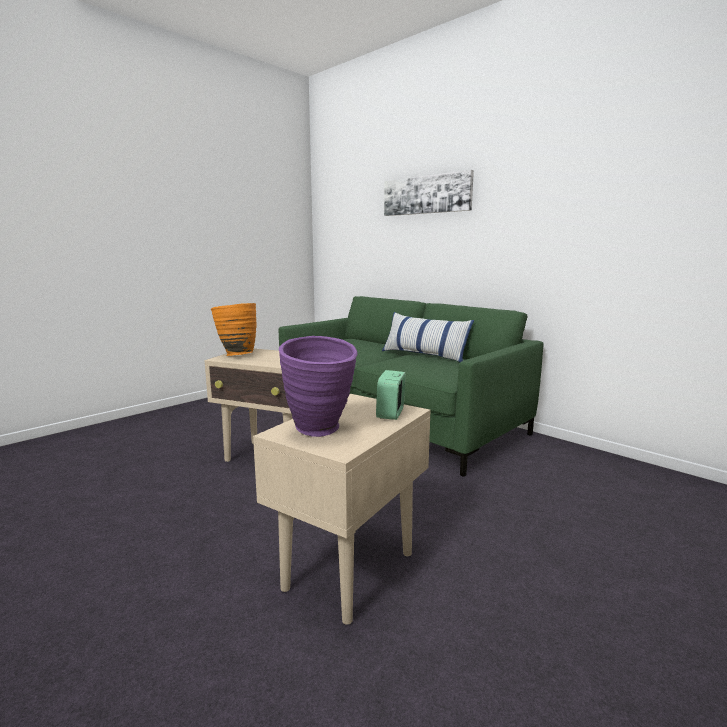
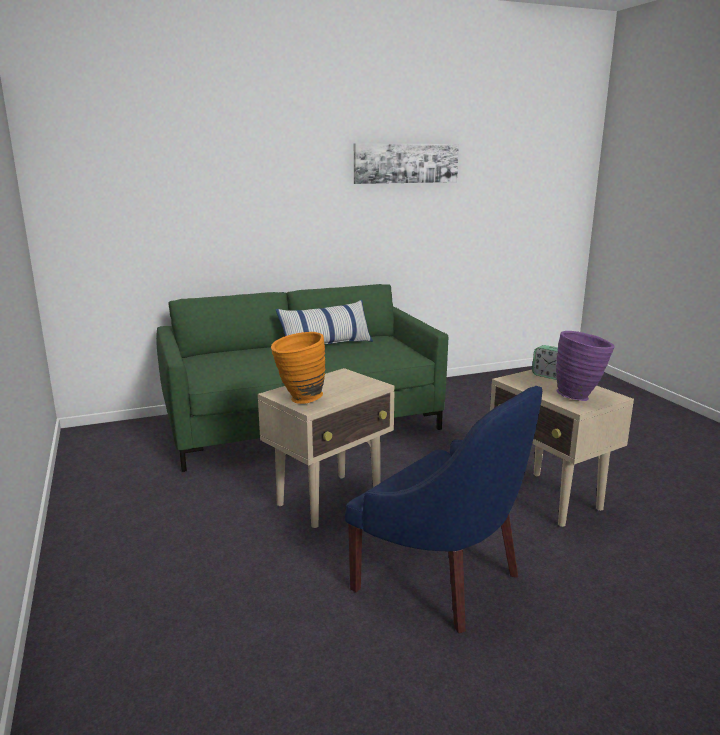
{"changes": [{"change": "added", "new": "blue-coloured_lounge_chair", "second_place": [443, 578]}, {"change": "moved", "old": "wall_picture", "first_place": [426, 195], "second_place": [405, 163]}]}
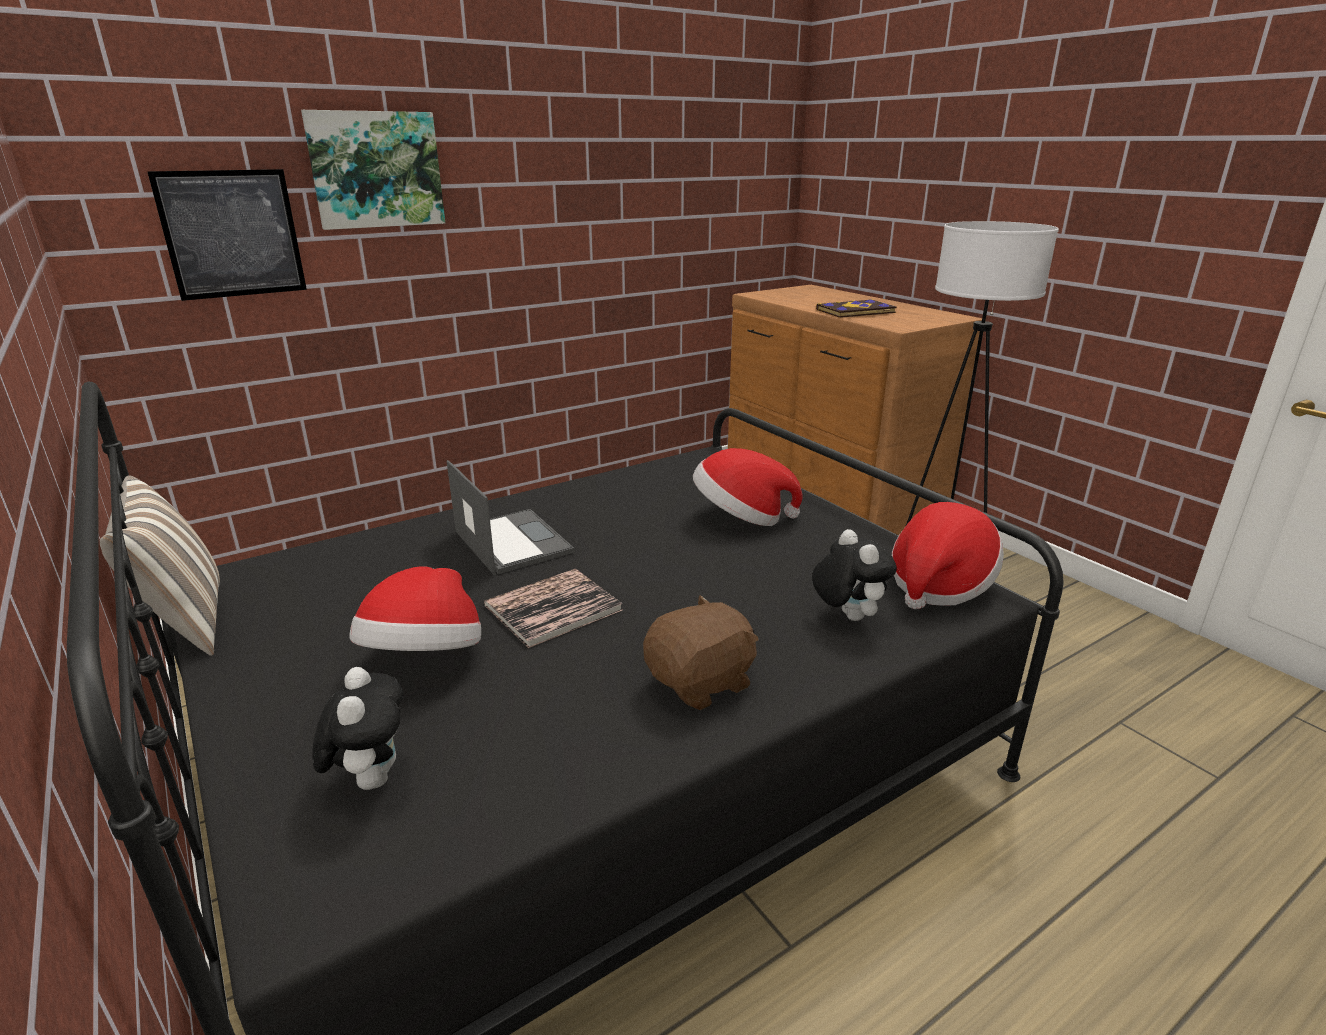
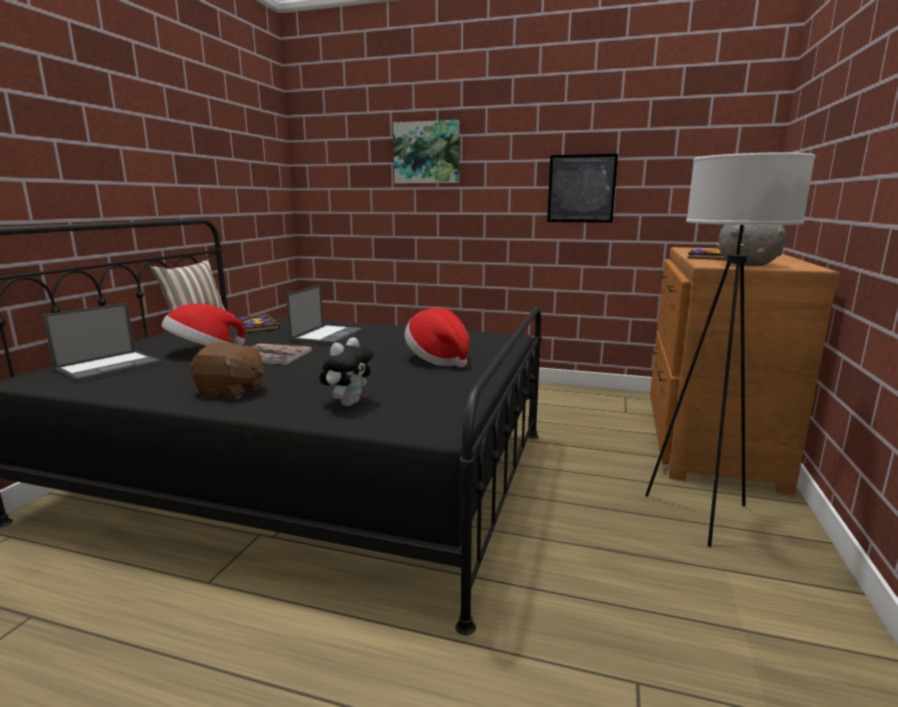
{"changes": [{"change": "removed", "old": "clothing_hat", "first_place": [938, 584]}, {"change": "added", "new": "bound_book", "second_place": [256, 326]}, {"change": "added", "new": "grey_deep_dish", "second_place": [748, 265]}, {"change": "moved", "old": "wall_picture", "first_place": [232, 234], "second_place": [581, 188]}, {"change": "replaced", "old": "plush_toy", "new": "portable_computer", "first_place": [370, 778], "second_place": [109, 366]}]}
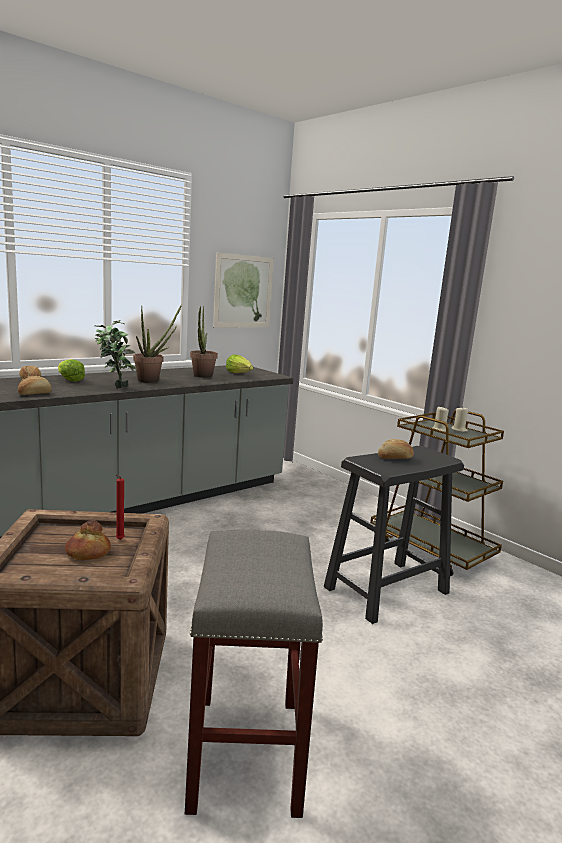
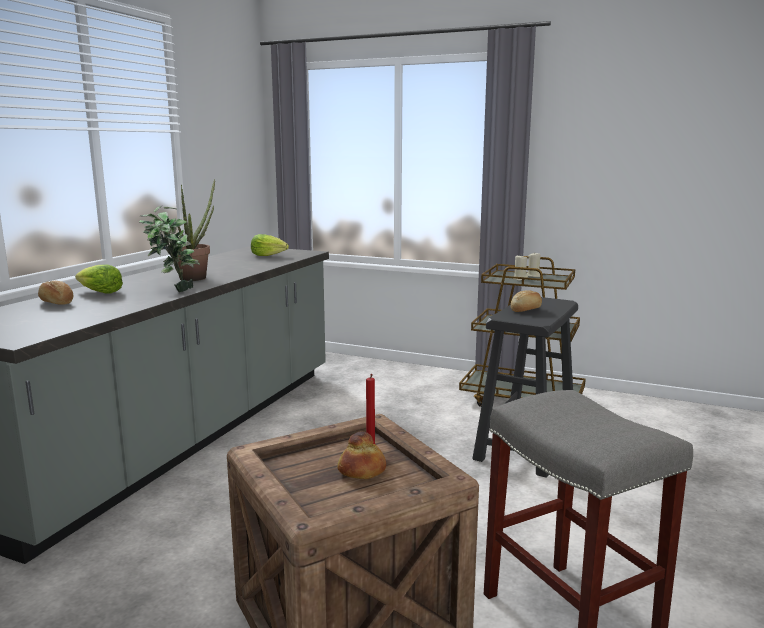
{"changes": [{"change": "removed", "old": "bread", "first_place": [34, 394]}, {"change": "removed", "old": "houseplant", "first_place": [202, 376]}, {"change": "removed", "old": "wall_picture", "first_place": [243, 291]}]}
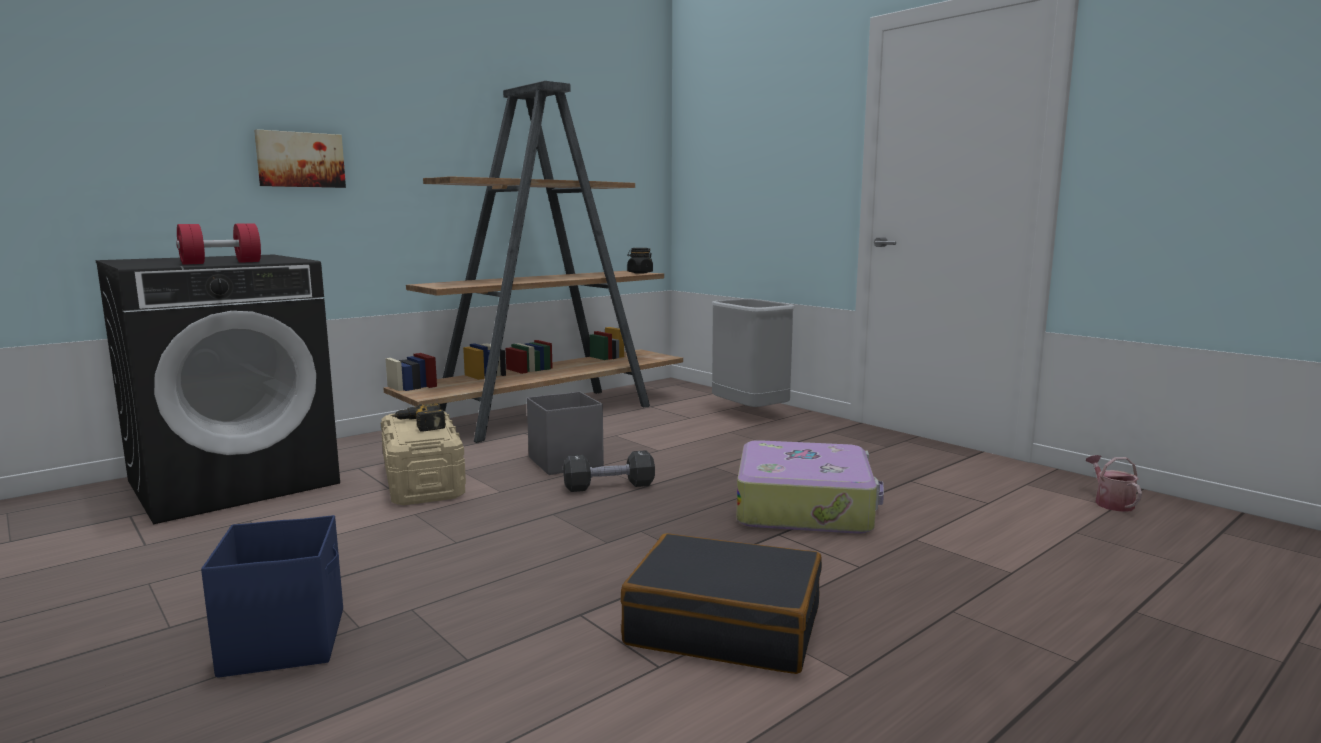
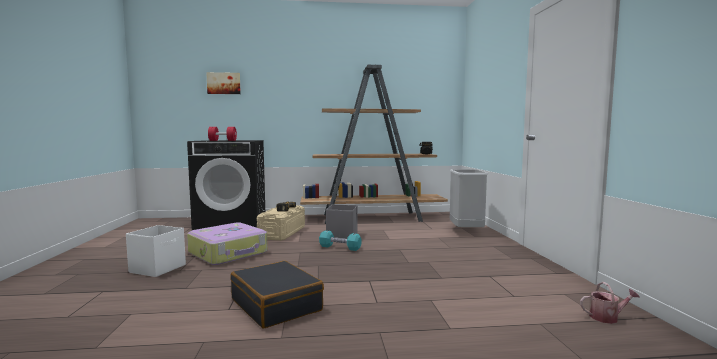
{"changes": [{"change": "moved", "old": "wall_picture", "first_place": [300, 160], "second_place": [224, 83]}, {"change": "moved", "old": "suitcase", "first_place": [805, 506], "second_place": [229, 253]}, {"change": "recoloured", "old": "blue-coloured_storage_container", "new": "whitish_storage_container", "first_place": [285, 641], "second_place": [158, 268]}, {"change": "recoloured", "old": "black-coloured_hand_weight", "new": "blue-green_hand_weight", "first_place": [609, 486], "second_place": [340, 248]}, {"change": "turned", "old": "sprinkling_can", "first_place": [1111, 503], "second_place": [607, 317], "degrees": 60}]}
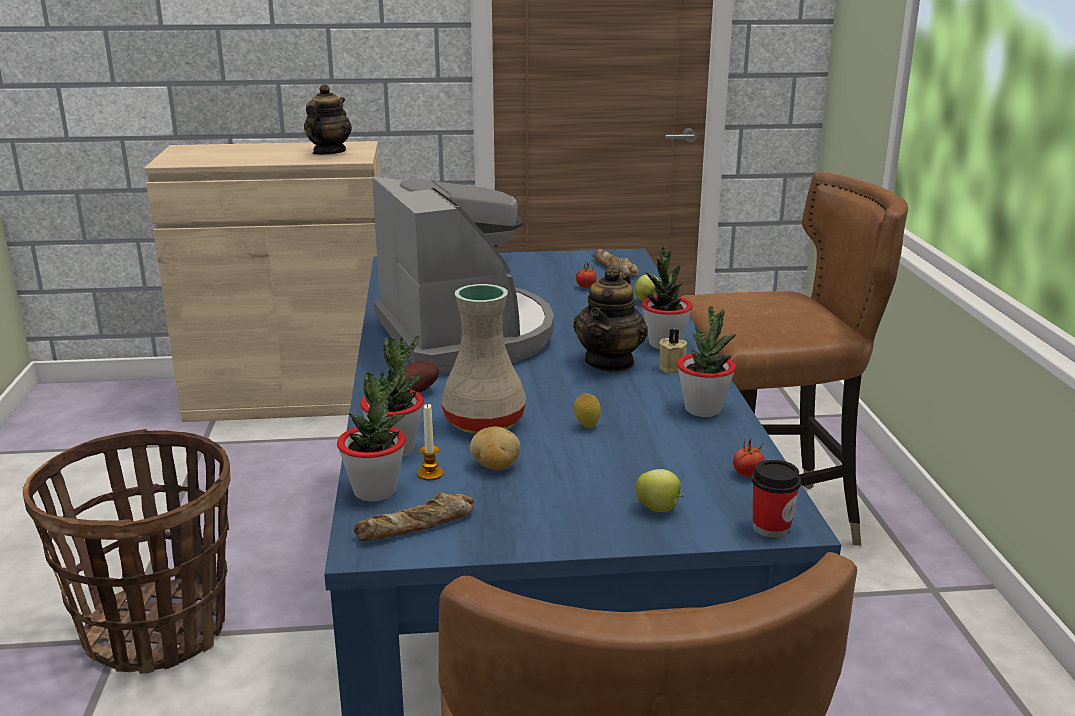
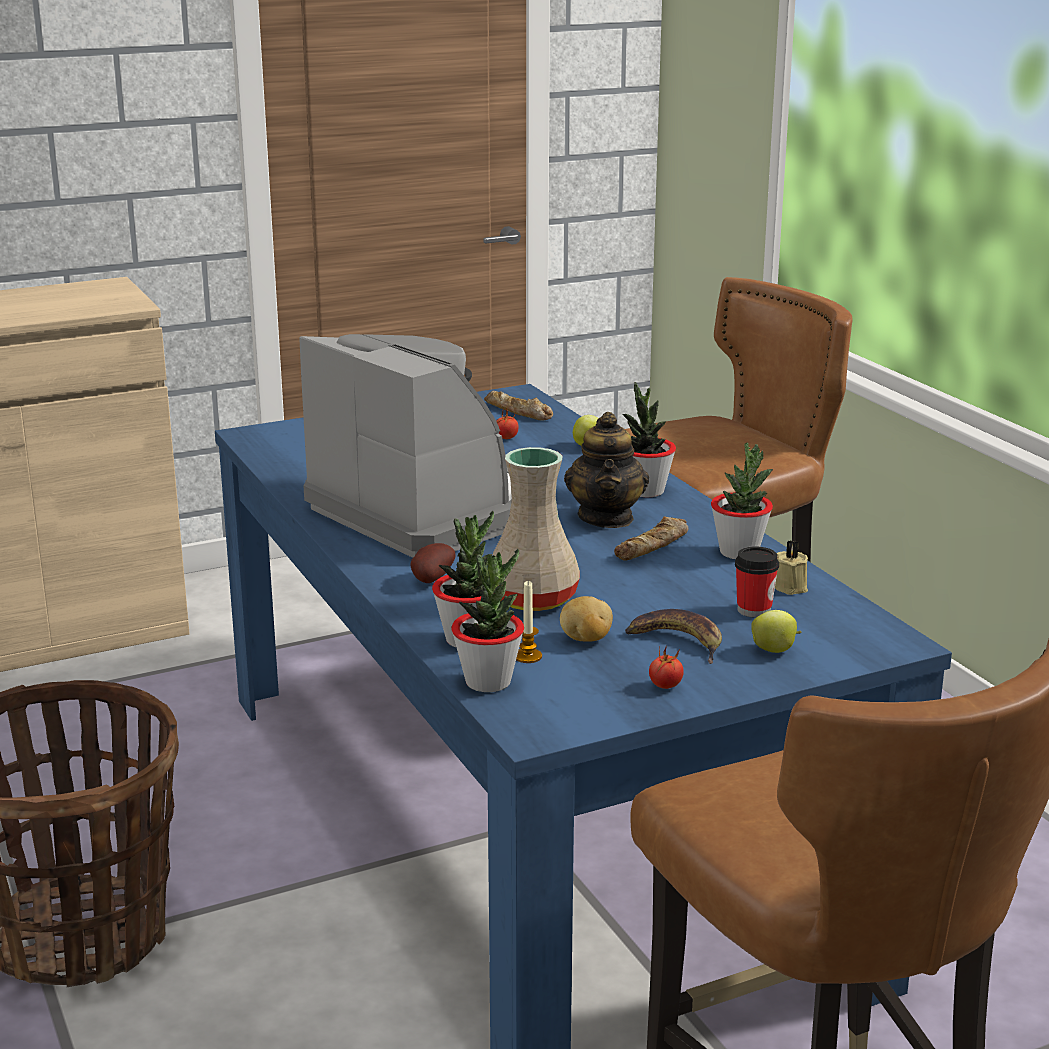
{"changes": [{"change": "removed", "old": "tea_pot", "first_place": [328, 152]}, {"change": "removed", "old": "lemon", "first_place": [587, 426]}, {"change": "added", "new": "banana_fruit", "second_place": [678, 641]}, {"change": "moved", "old": "bread", "first_place": [417, 526], "second_place": [653, 546]}, {"change": "moved", "old": "beige_wax_light", "first_place": [673, 367], "second_place": [790, 586]}, {"change": "moved", "old": "whole_tomato", "first_place": [747, 474], "second_place": [665, 686]}, {"change": "moved", "old": "drinking_cup", "first_place": [771, 528], "second_place": [754, 610]}]}
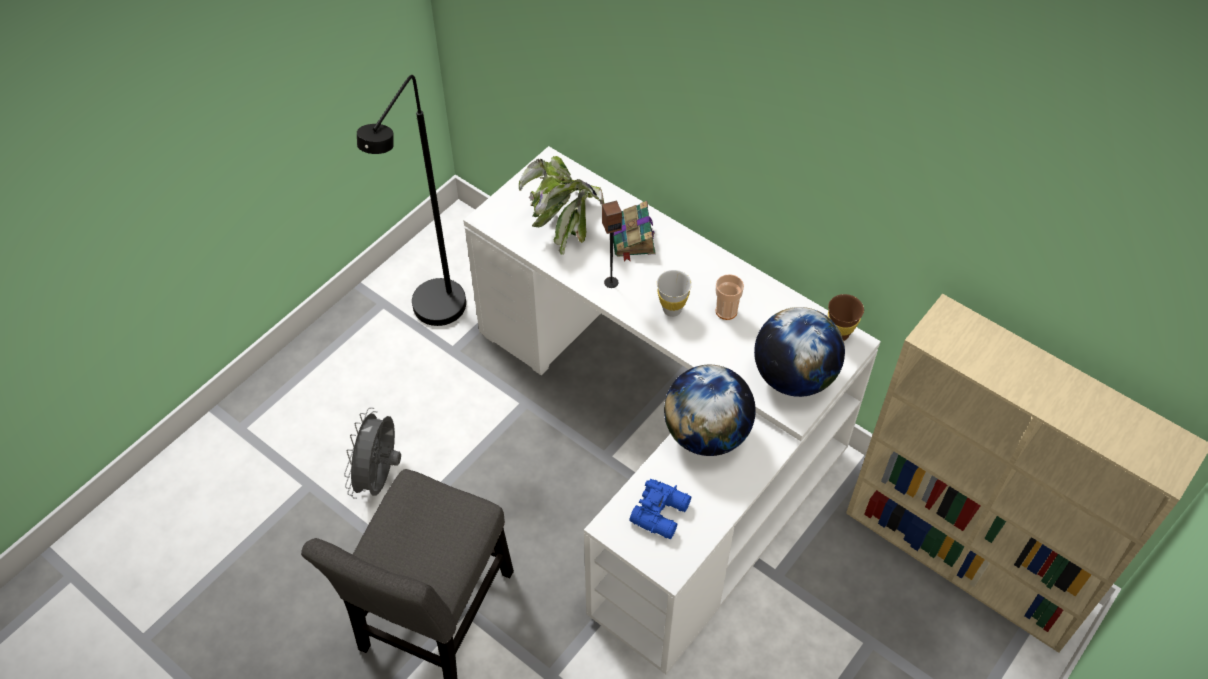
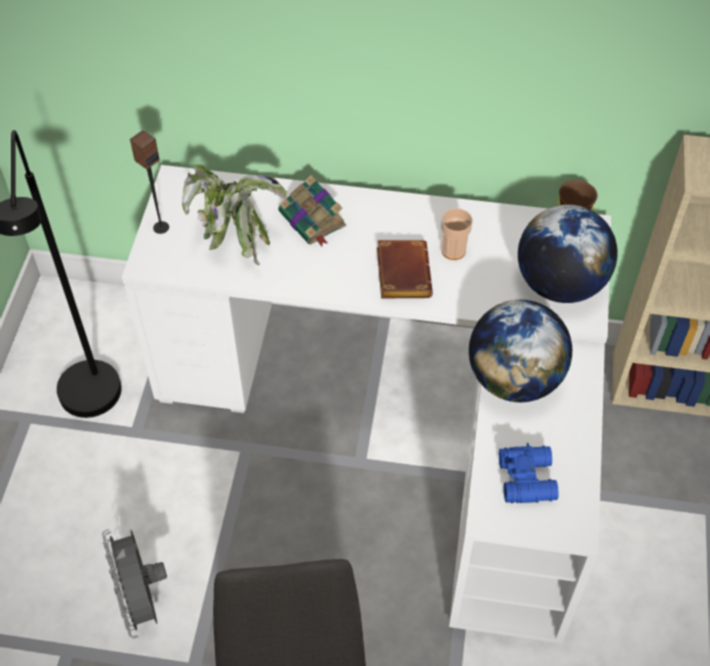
{"changes": [{"change": "moved", "old": "audio_speaker", "first_place": [611, 282], "second_place": [161, 227]}, {"change": "replaced", "old": "whitish_drinking_cup", "new": "brown-coloured_bound_book", "first_place": [672, 309], "second_place": [401, 272]}]}
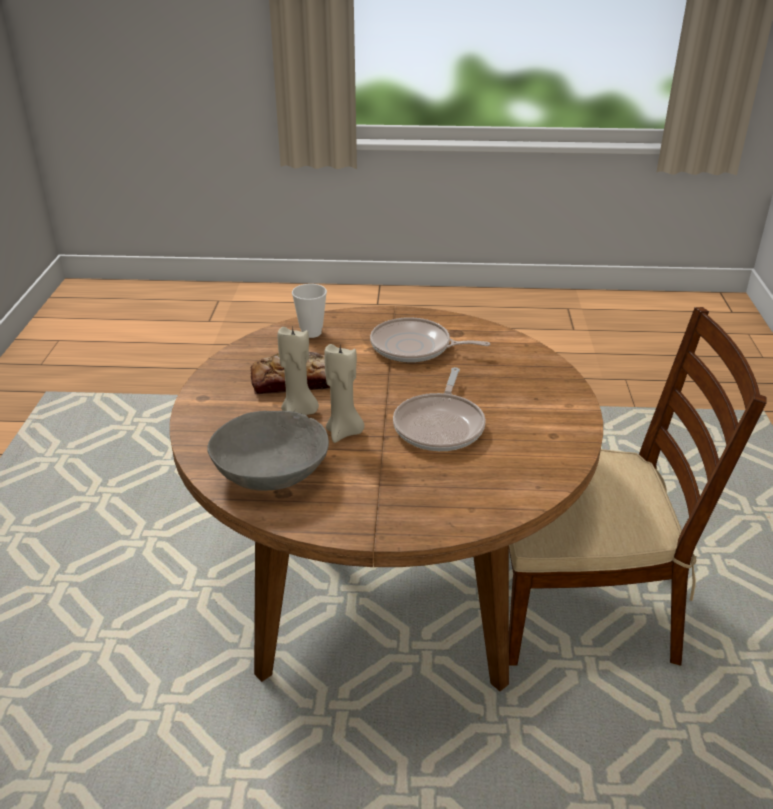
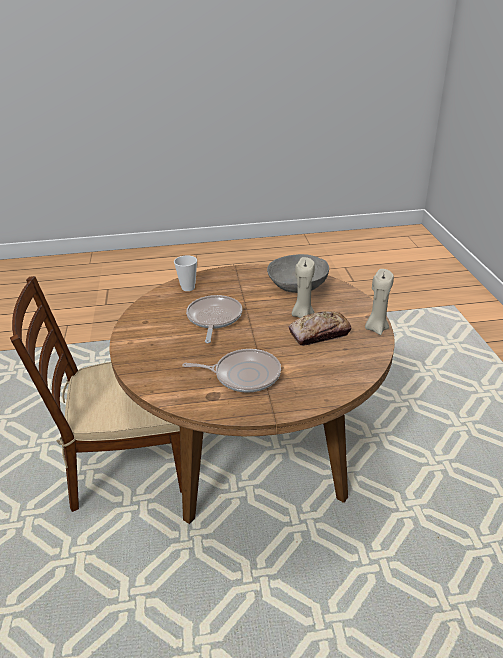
{"changes": [{"change": "moved", "old": "drinking_cup", "first_place": [311, 332], "second_place": [188, 288]}, {"change": "moved", "old": "beige_wax_light", "first_place": [344, 432], "second_place": [376, 328]}]}
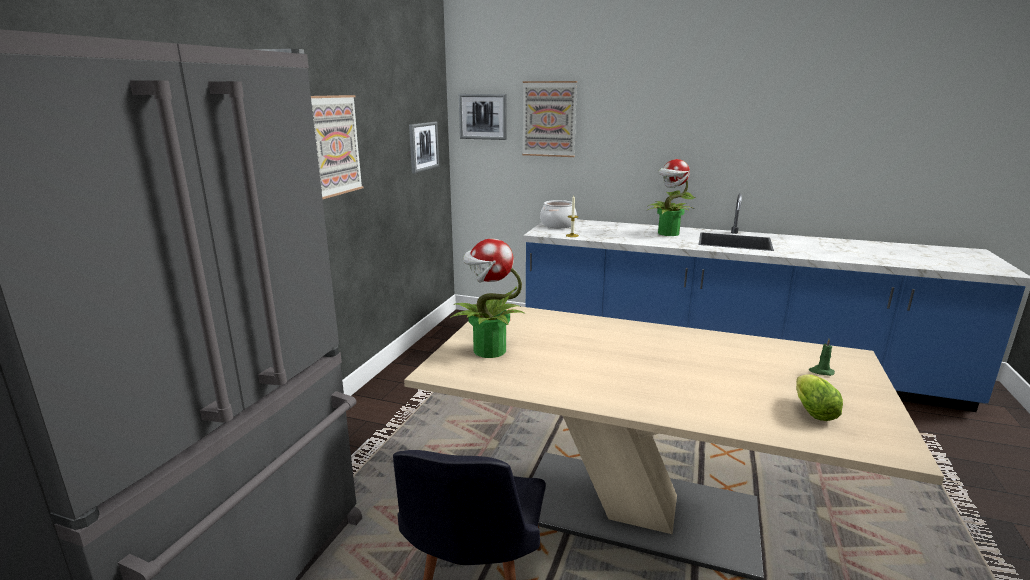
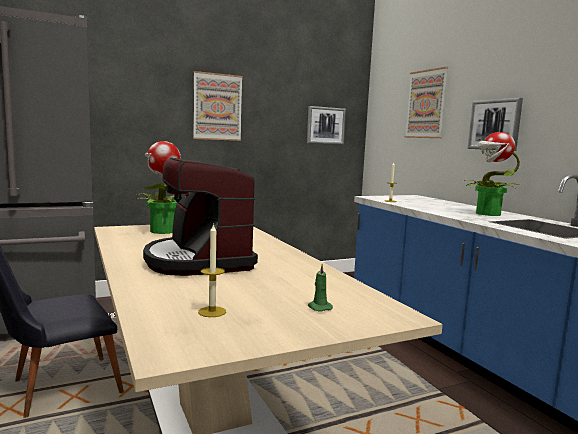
{"changes": [{"change": "removed", "old": "stockpot", "first_place": [558, 225]}, {"change": "added", "new": "coffee_machine", "second_place": [199, 261]}, {"change": "moved", "old": "wall_picture", "first_place": [483, 116], "second_place": [494, 125]}, {"change": "replaced", "old": "lettuce_head", "new": "wax_light", "first_place": [811, 410], "second_place": [212, 312]}]}
